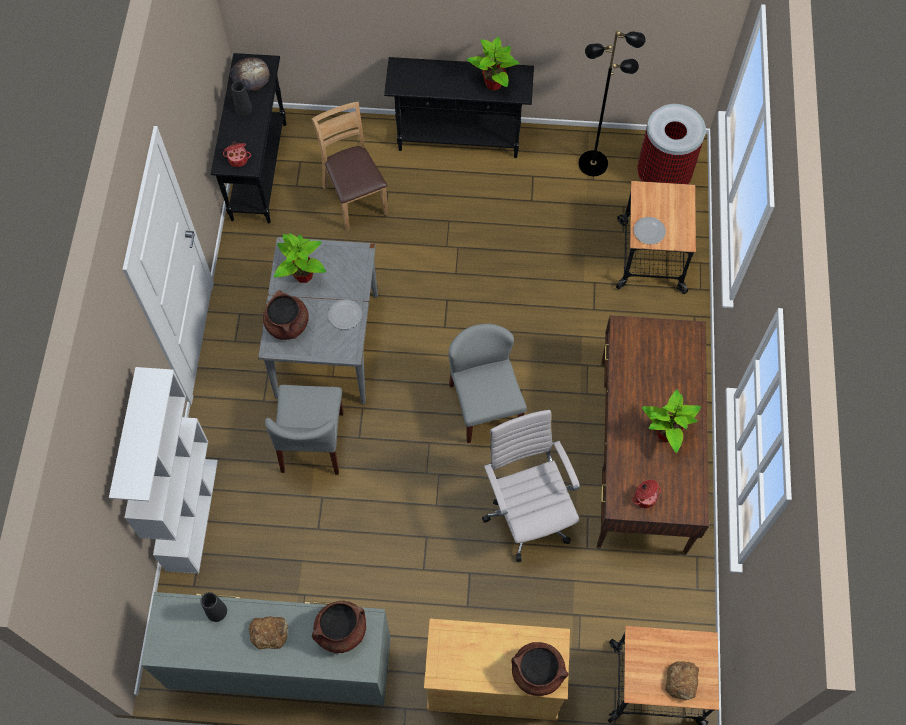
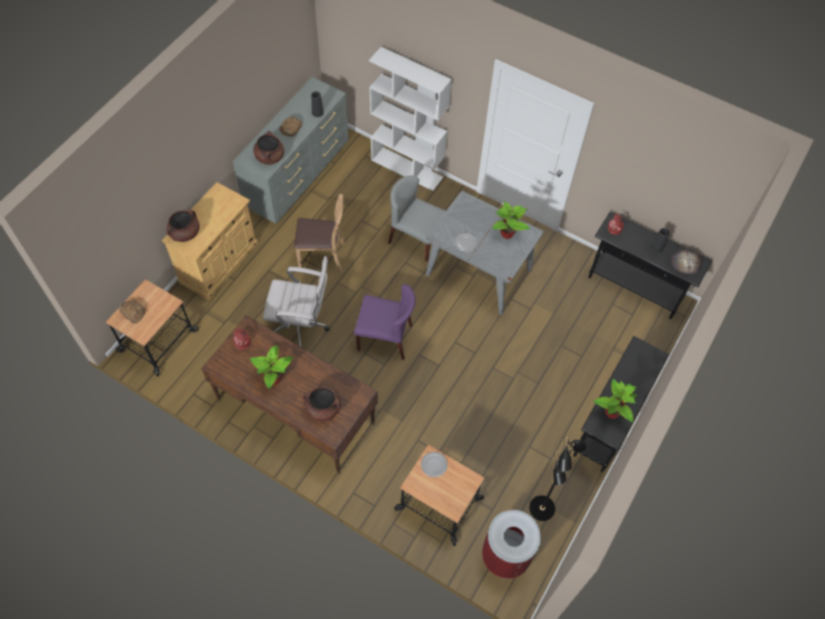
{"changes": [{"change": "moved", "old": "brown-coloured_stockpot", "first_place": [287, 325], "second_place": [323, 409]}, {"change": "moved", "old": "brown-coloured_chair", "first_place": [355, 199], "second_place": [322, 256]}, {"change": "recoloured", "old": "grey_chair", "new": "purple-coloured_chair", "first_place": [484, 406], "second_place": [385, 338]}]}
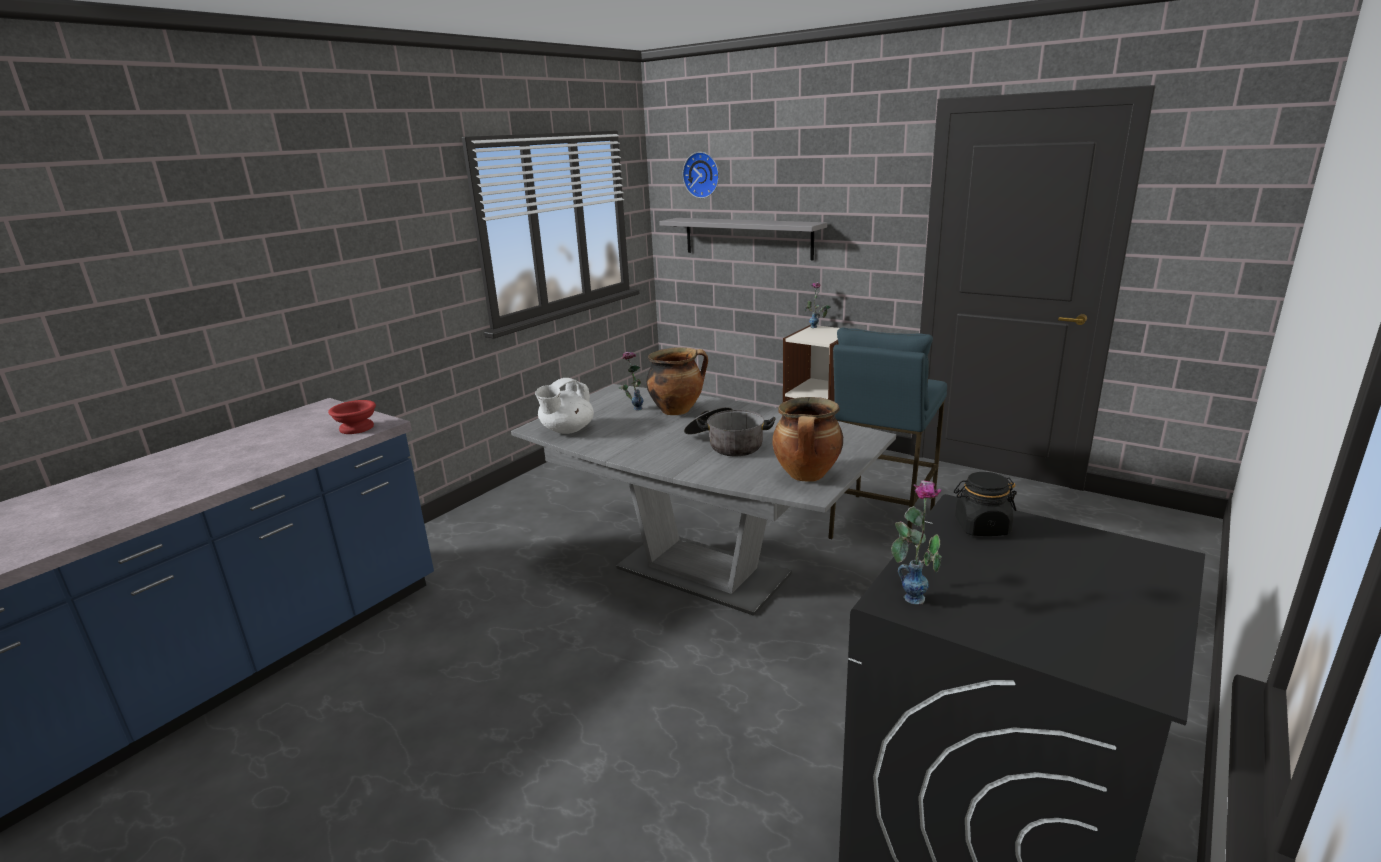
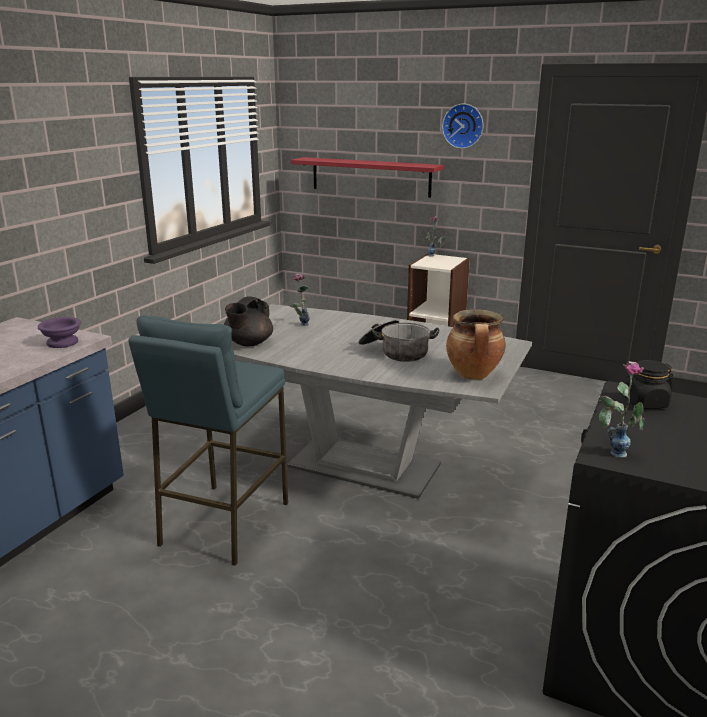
{"changes": [{"change": "removed", "old": "stockpot", "first_place": [677, 410]}, {"change": "moved", "old": "hanging_clock", "first_place": [702, 175], "second_place": [463, 126]}, {"change": "moved", "old": "blue-coloured_stool", "first_place": [880, 524], "second_place": [223, 523]}, {"change": "recoloured", "old": "reddish_deep_dish", "new": "purple-coloured_deep_dish", "first_place": [358, 428], "second_place": [64, 343]}, {"change": "recoloured", "old": "whitish_tea_pot", "new": "black-coloured_tea_pot", "first_place": [566, 430], "second_place": [248, 343]}, {"change": "recoloured", "old": "grey_bracket_shelf", "new": "reddish_bracket_shelf", "first_place": [747, 238], "second_place": [370, 177]}]}
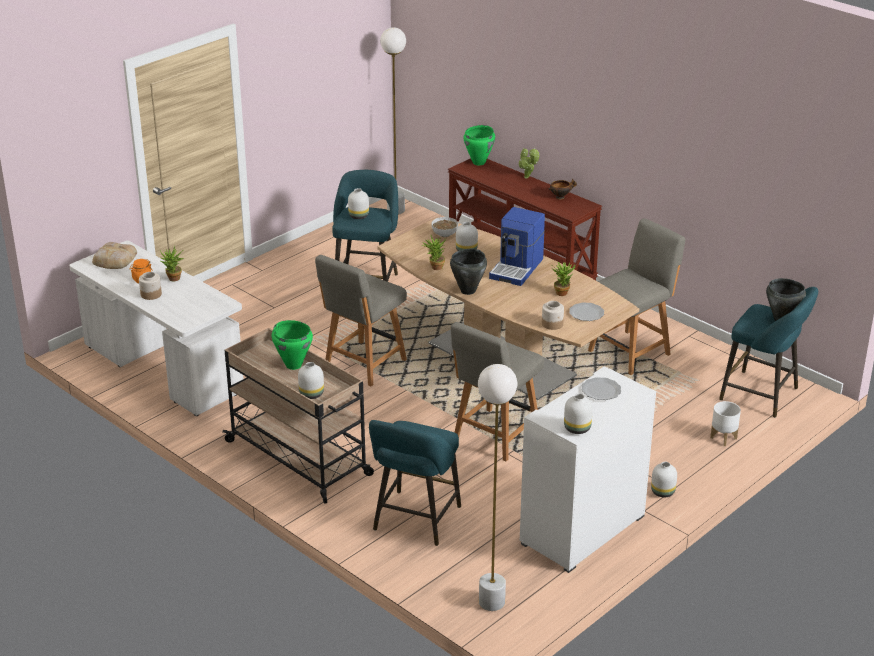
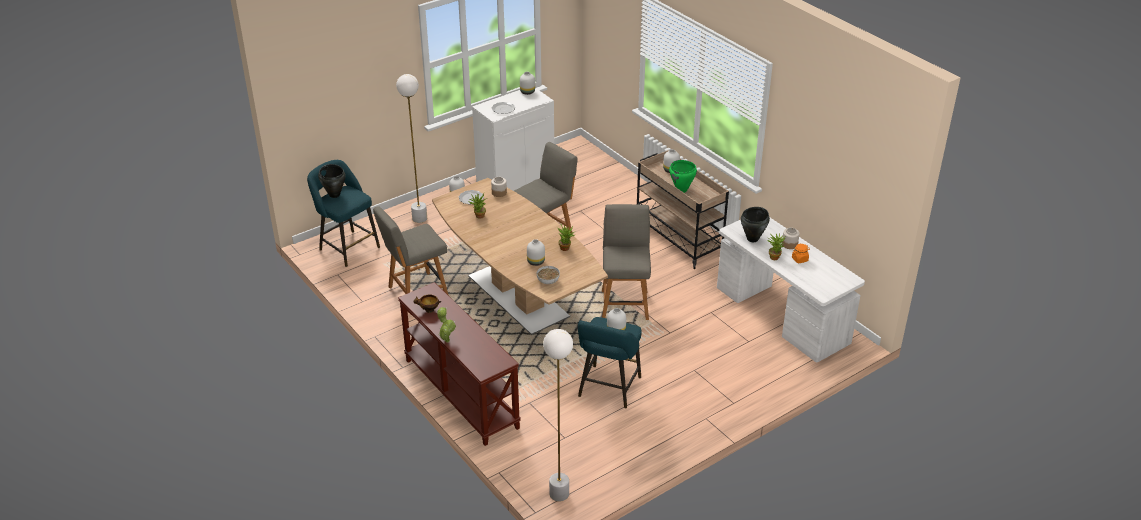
{"changes": [{"change": "removed", "old": "bread", "first_place": [114, 259]}, {"change": "removed", "old": "blue-green_stool", "first_place": [415, 521]}, {"change": "removed", "old": "green_stockpot", "first_place": [479, 162]}, {"change": "removed", "old": "coffee_machine", "first_place": [517, 268]}, {"change": "removed", "old": "whitish_plant_pot", "first_place": [723, 438]}, {"change": "moved", "old": "black-coloured_stockpot", "first_place": [467, 291], "second_place": [753, 239]}, {"change": "moved", "old": "whitish_standing_lamp", "first_place": [491, 602], "second_place": [420, 218]}, {"change": "turned", "old": "grey_chair", "first_place": [363, 365], "second_place": [624, 303], "degrees": -45}]}
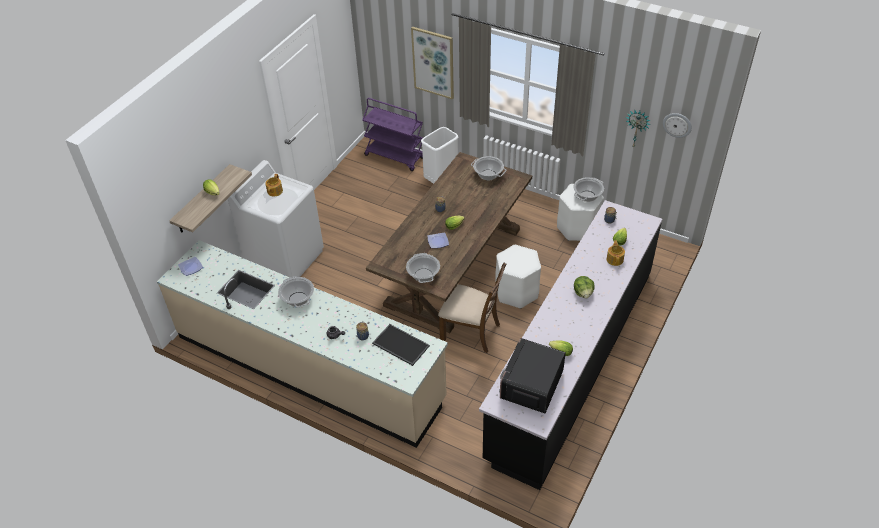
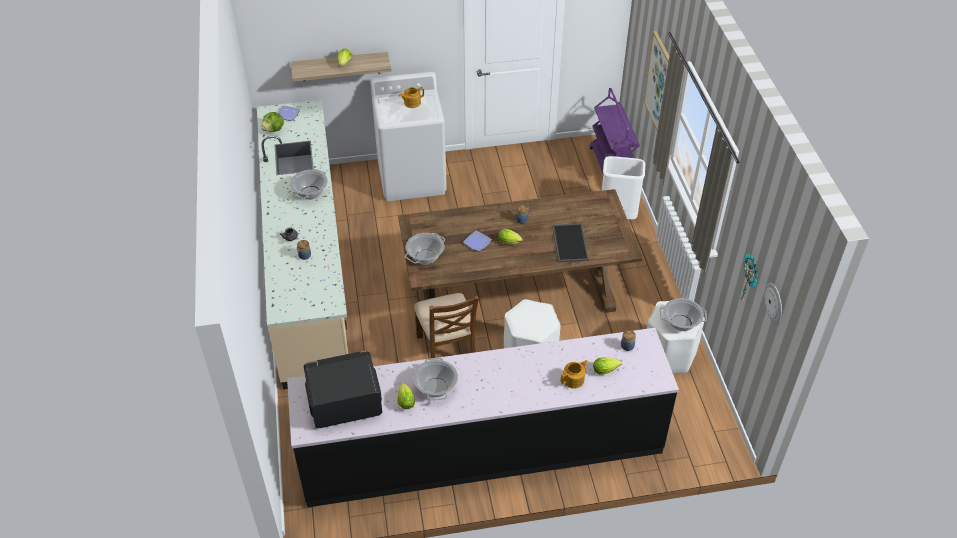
{"changes": [{"change": "moved", "old": "carrying_tray", "first_place": [400, 345], "second_place": [569, 242]}, {"change": "moved", "old": "stockpot", "first_place": [488, 175], "second_place": [436, 387]}, {"change": "moved", "old": "lettuce_head", "first_place": [583, 293], "second_place": [274, 130]}]}
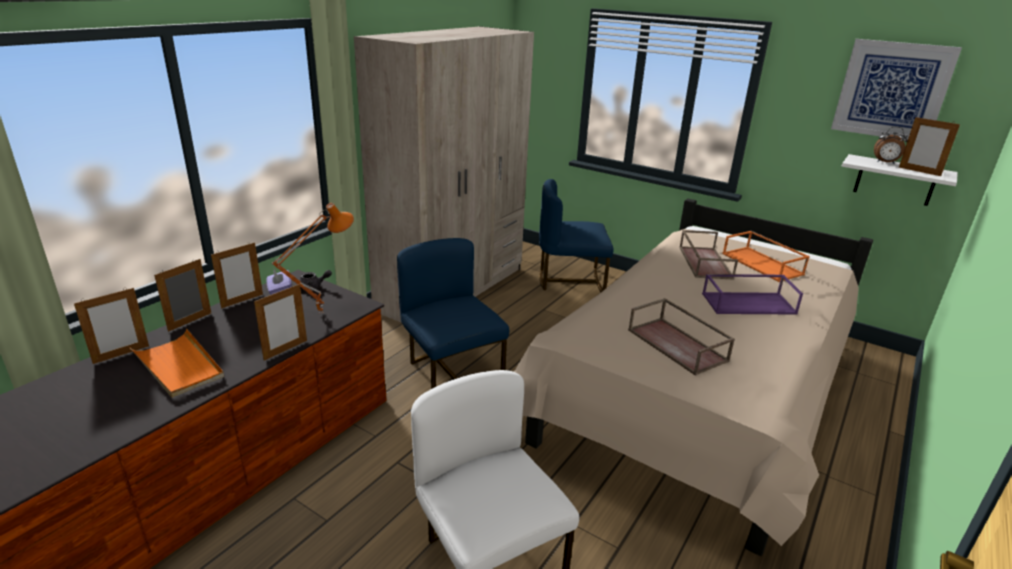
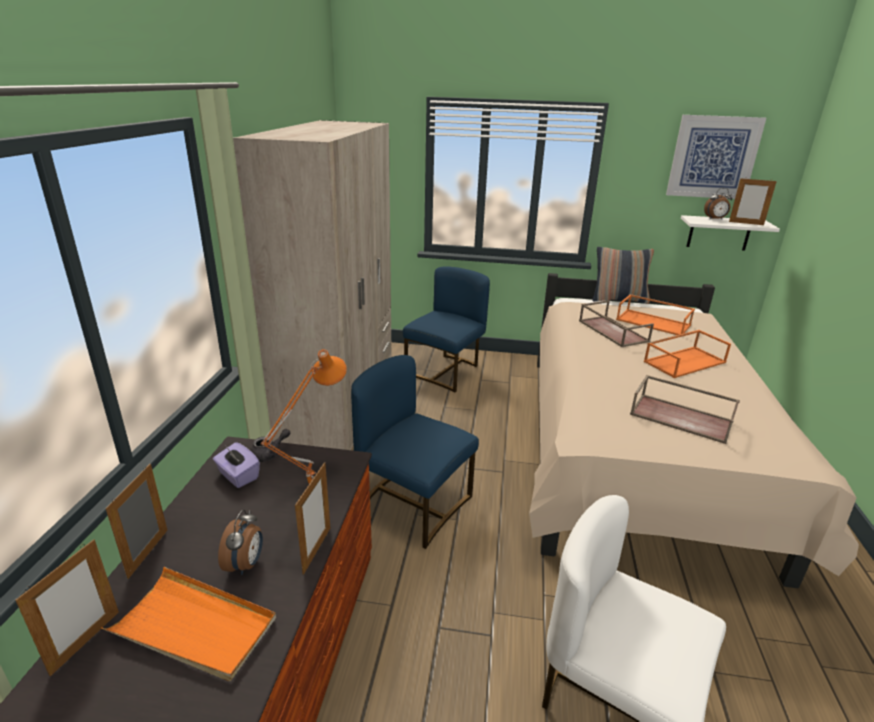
{"changes": [{"change": "removed", "old": "standing_frame", "first_place": [242, 301]}, {"change": "added", "new": "alarm_clock", "second_place": [246, 564]}, {"change": "added", "new": "throw_pillow", "second_place": [618, 299]}, {"change": "recoloured", "old": "purple-coloured_carrying_tray", "new": "orange-coloured_carrying_tray", "first_place": [749, 303], "second_place": [684, 361]}, {"change": "turned", "old": "blue-coloured_chair", "first_place": [570, 281], "second_place": [446, 371], "degrees": 150}]}
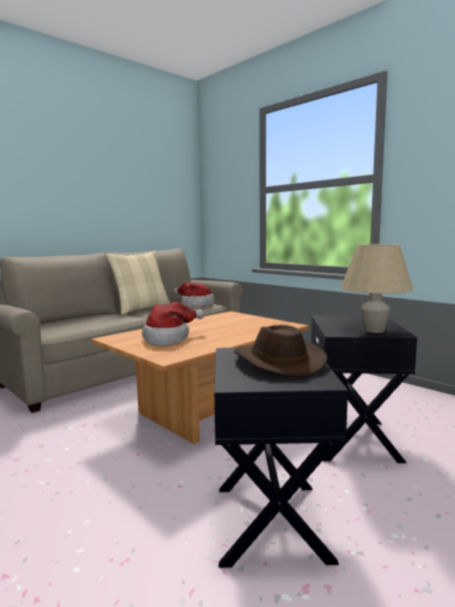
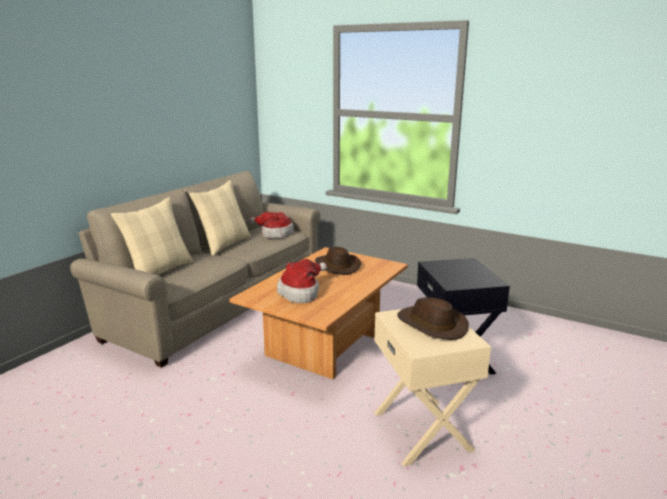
{"changes": [{"change": "removed", "old": "beige_lamp_for_a_table", "first_place": [374, 330]}, {"change": "added", "new": "beige_throw_pillow", "second_place": [159, 271]}, {"change": "added", "new": "brown-coloured_clothing_hat", "second_place": [336, 266]}, {"change": "recoloured", "old": "black-coloured_side_table", "new": "beige_side_table", "first_place": [273, 521], "second_place": [423, 431]}]}
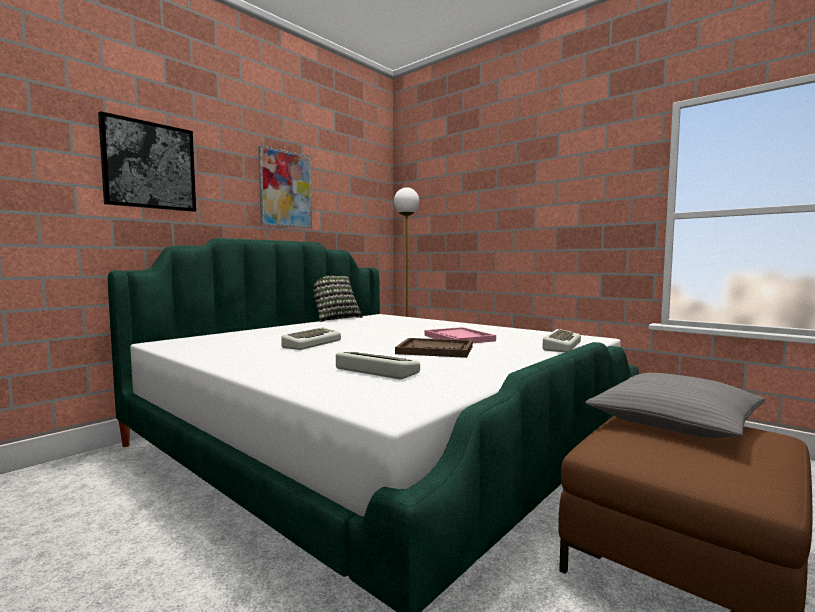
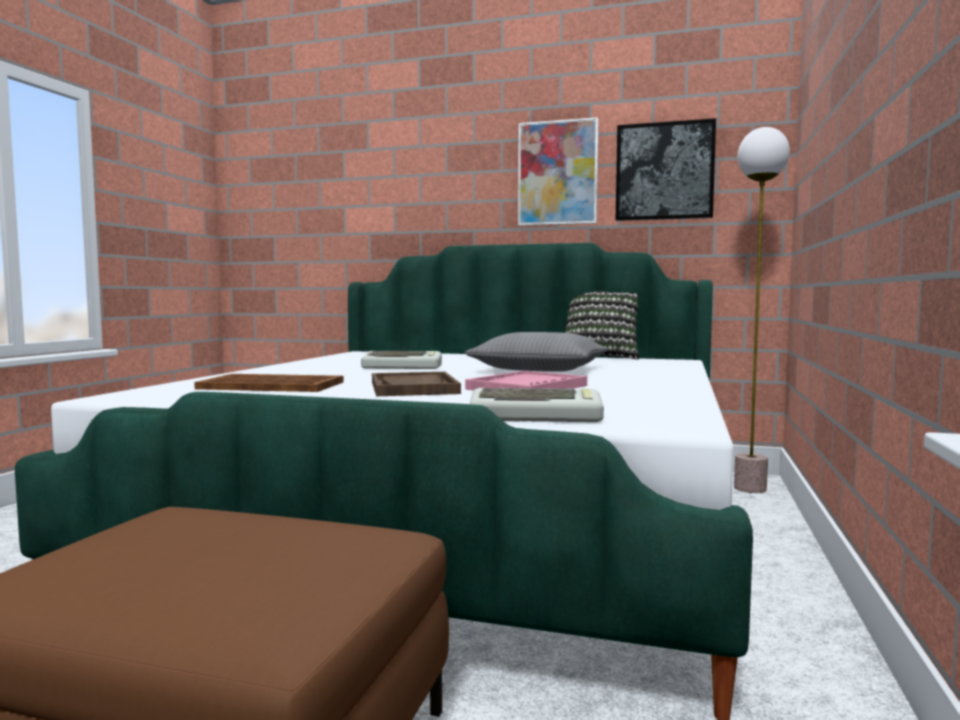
{"changes": [{"change": "moved", "old": "wall_picture", "first_place": [149, 166], "second_place": [664, 171]}, {"change": "moved", "old": "grey_throw_pillow", "first_place": [674, 421], "second_place": [539, 369]}, {"change": "replaced", "old": "keyboard", "new": "brown-coloured_carrying_tray", "first_place": [374, 371], "second_place": [270, 385]}]}
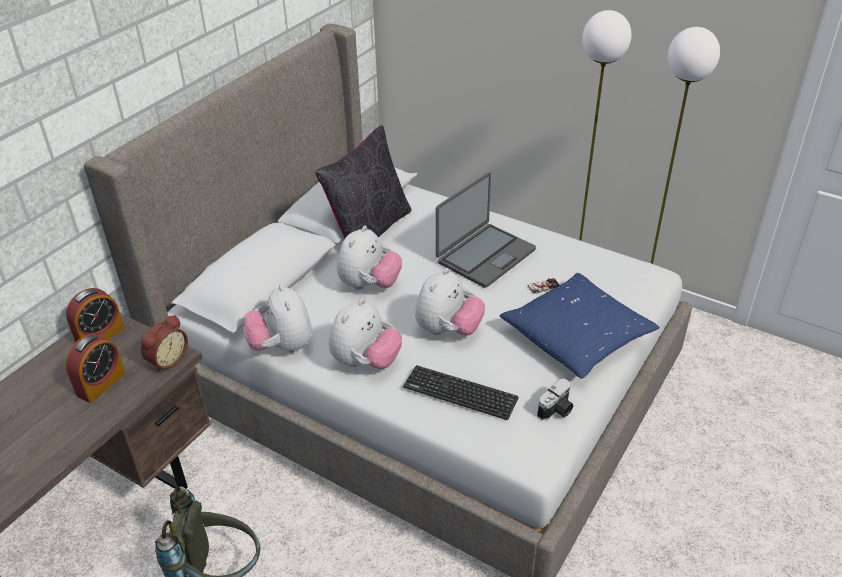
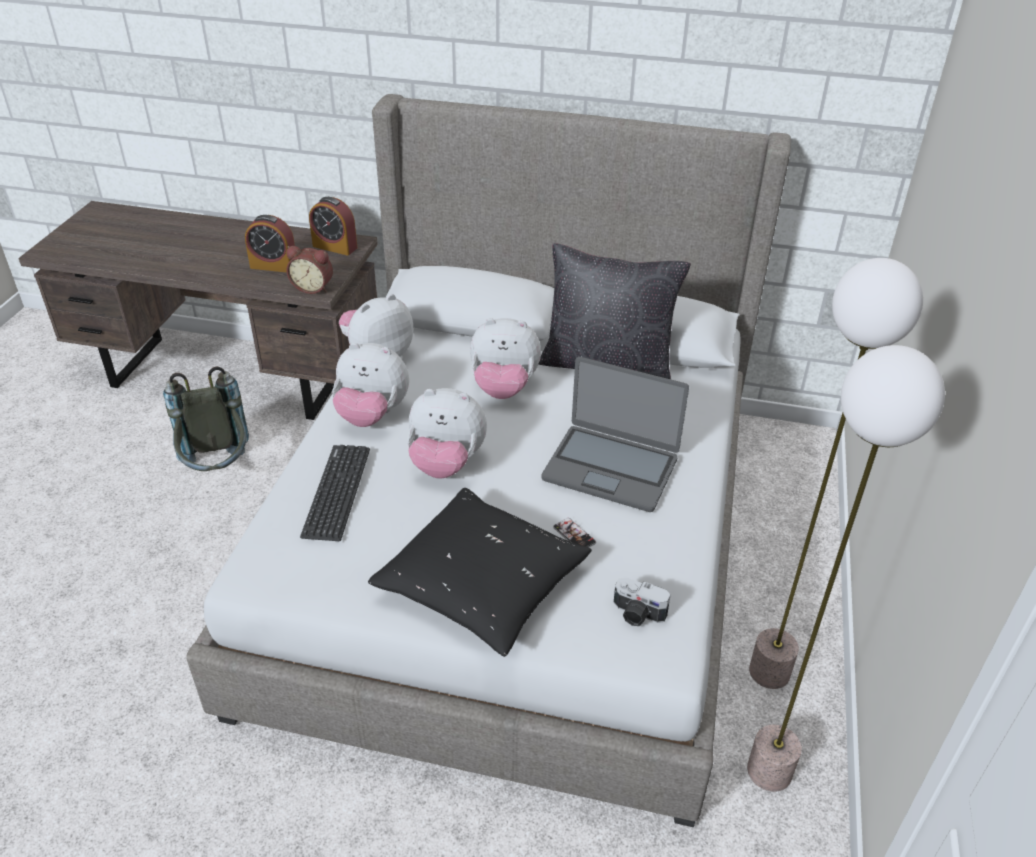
{"changes": [{"change": "moved", "old": "still_camera", "first_place": [557, 410], "second_place": [637, 614]}, {"change": "recoloured", "old": "blue-coloured_throw_pillow", "new": "black-coloured_throw_pillow", "first_place": [577, 336], "second_place": [482, 584]}]}
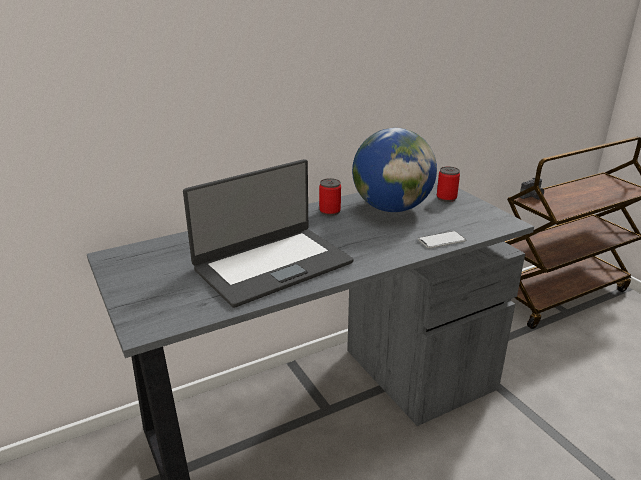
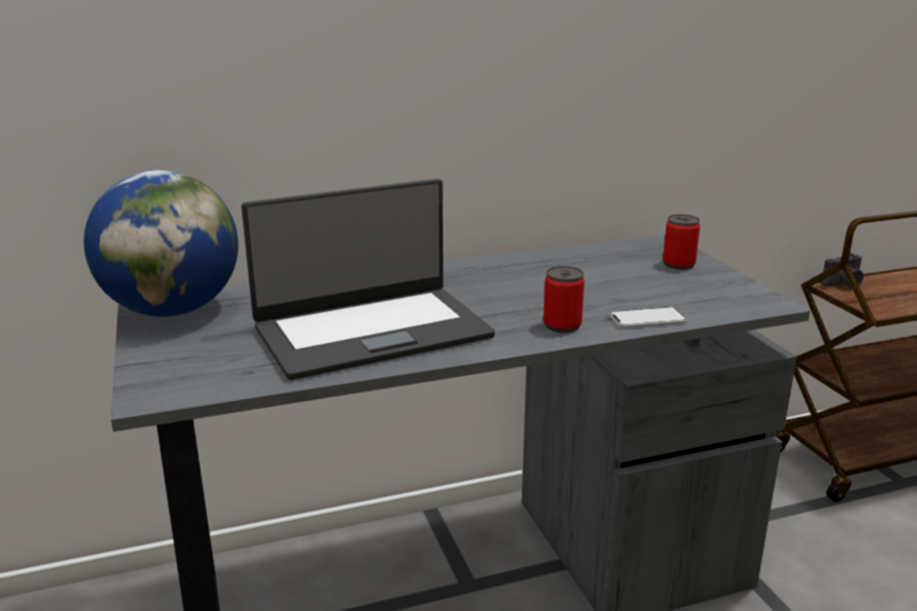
{"changes": [{"change": "moved", "old": "can", "first_place": [330, 211], "second_place": [562, 325]}, {"change": "moved", "old": "globe", "first_place": [391, 208], "second_place": [172, 310]}]}
